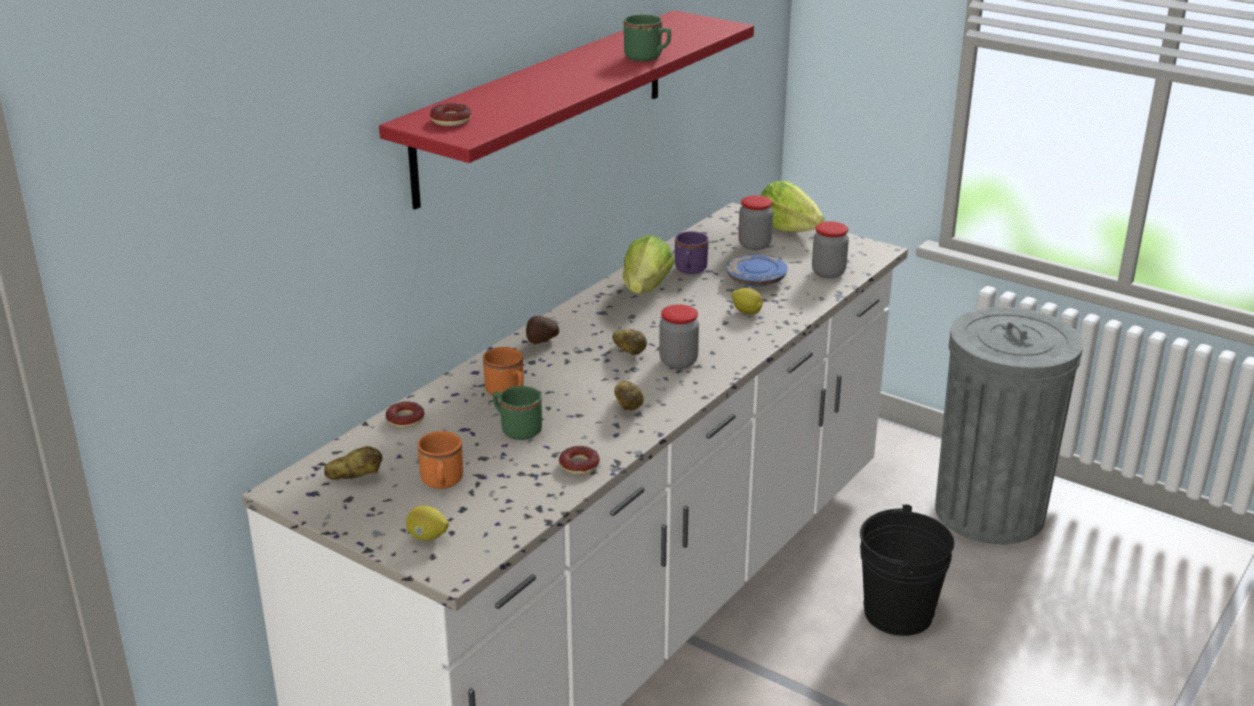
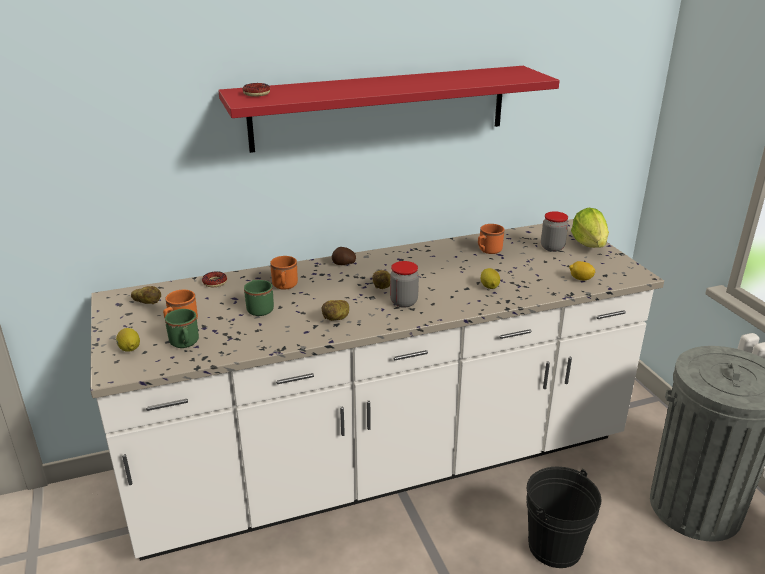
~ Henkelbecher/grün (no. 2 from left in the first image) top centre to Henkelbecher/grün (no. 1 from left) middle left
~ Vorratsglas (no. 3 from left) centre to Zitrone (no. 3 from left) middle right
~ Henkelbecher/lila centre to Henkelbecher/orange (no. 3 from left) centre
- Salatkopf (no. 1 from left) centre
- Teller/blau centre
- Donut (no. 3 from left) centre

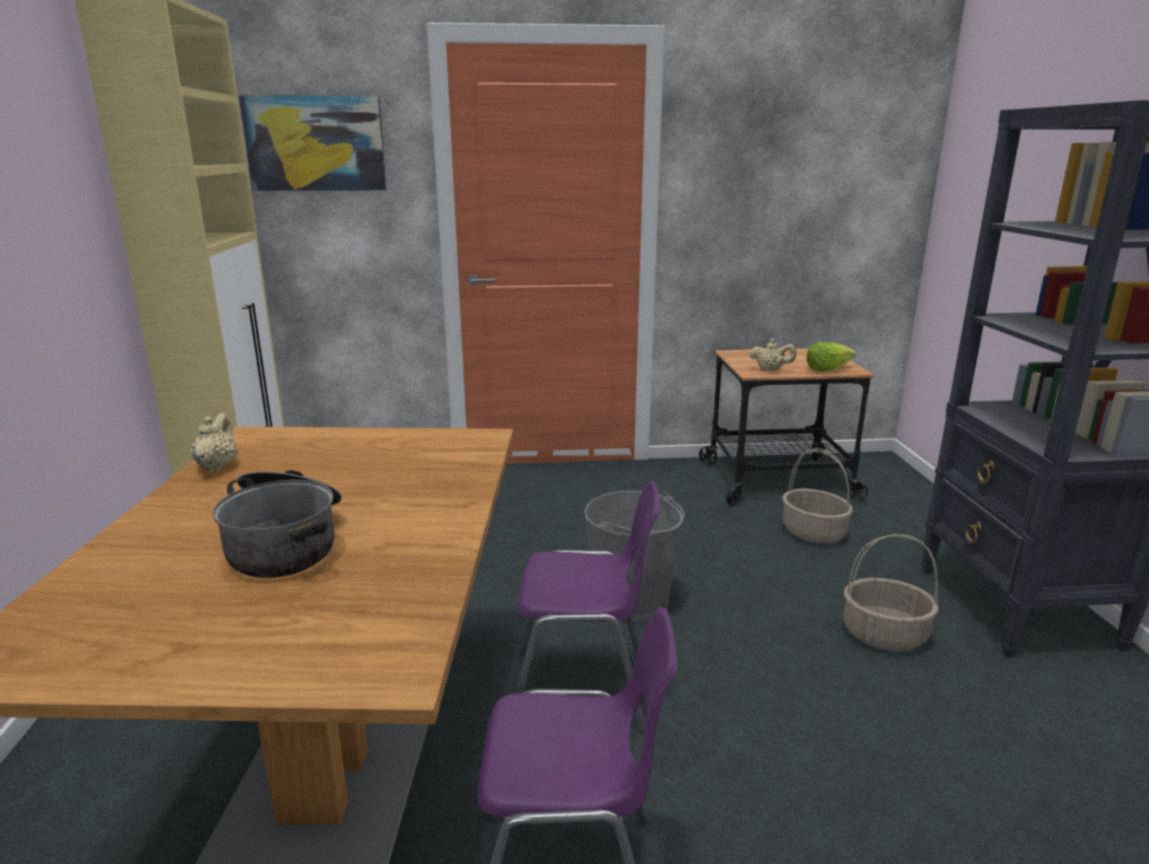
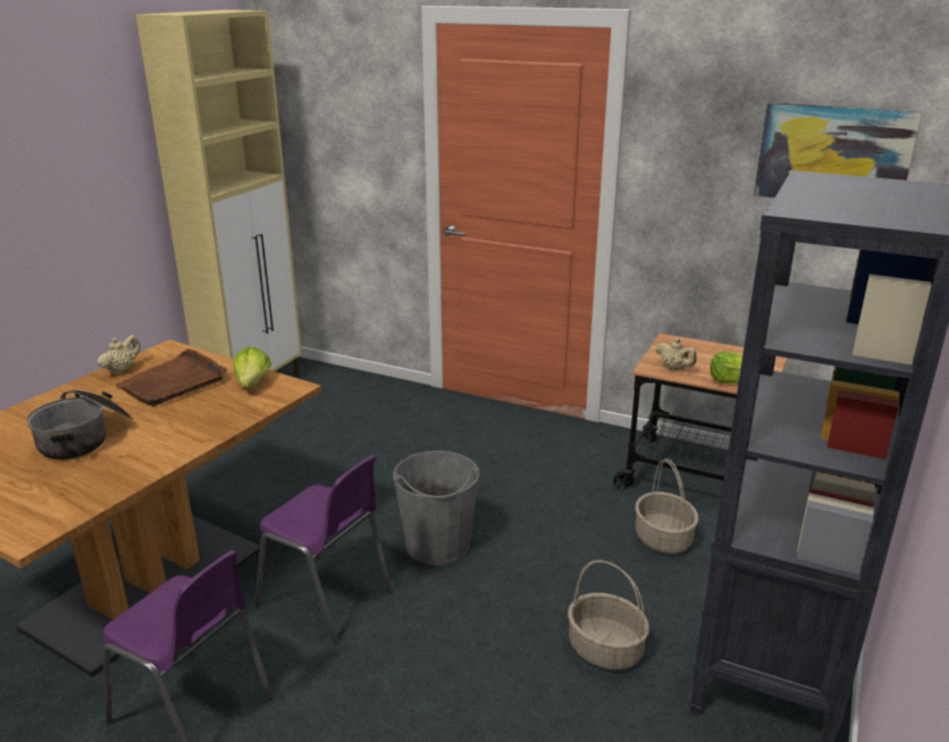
~ Bild top left to top right
+ Salatkopf (no. 1 from left) middle left
+ Tablett/braun middle left

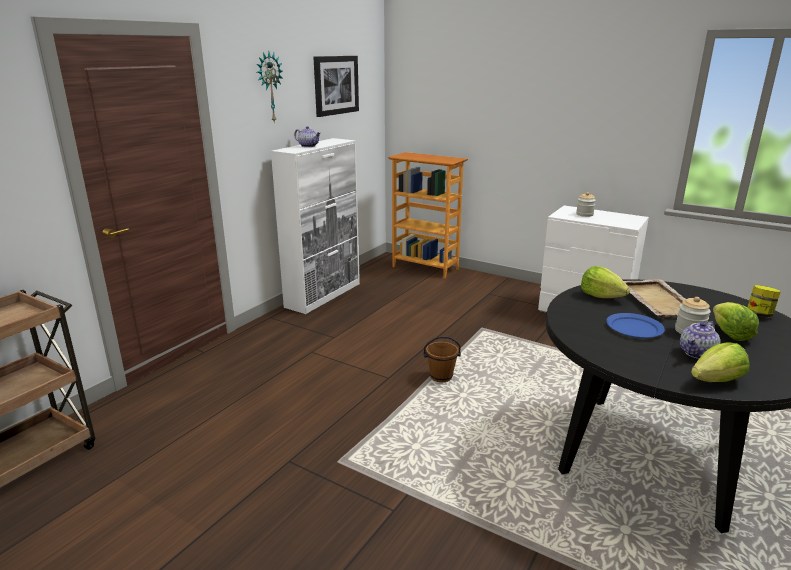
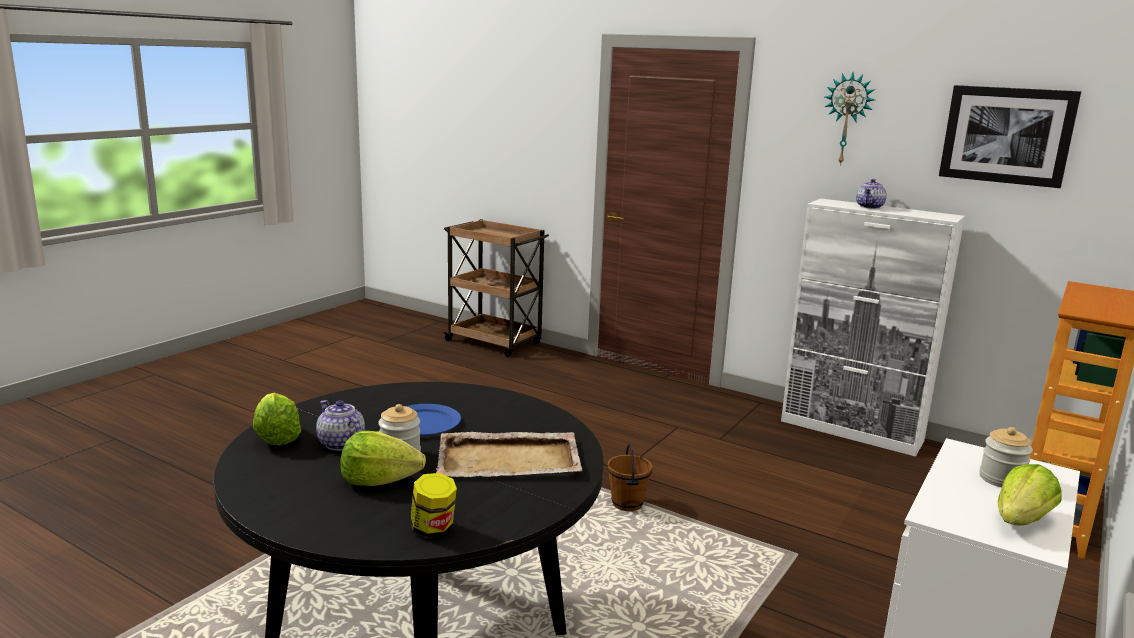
~ Salatkopf (no. 1 from left in the first image) middle right to Salatkopf (no. 3 from left) bottom right

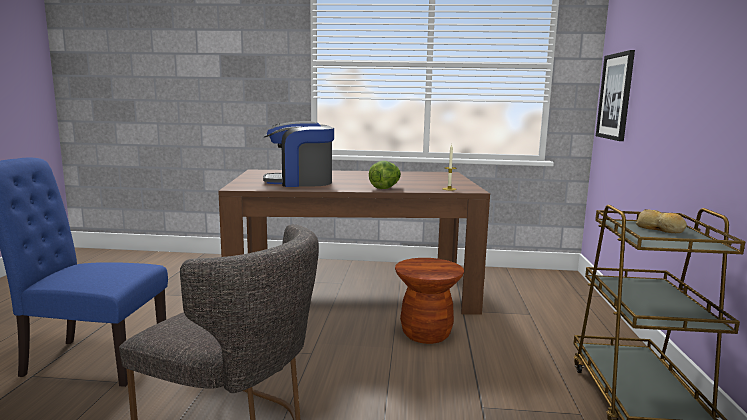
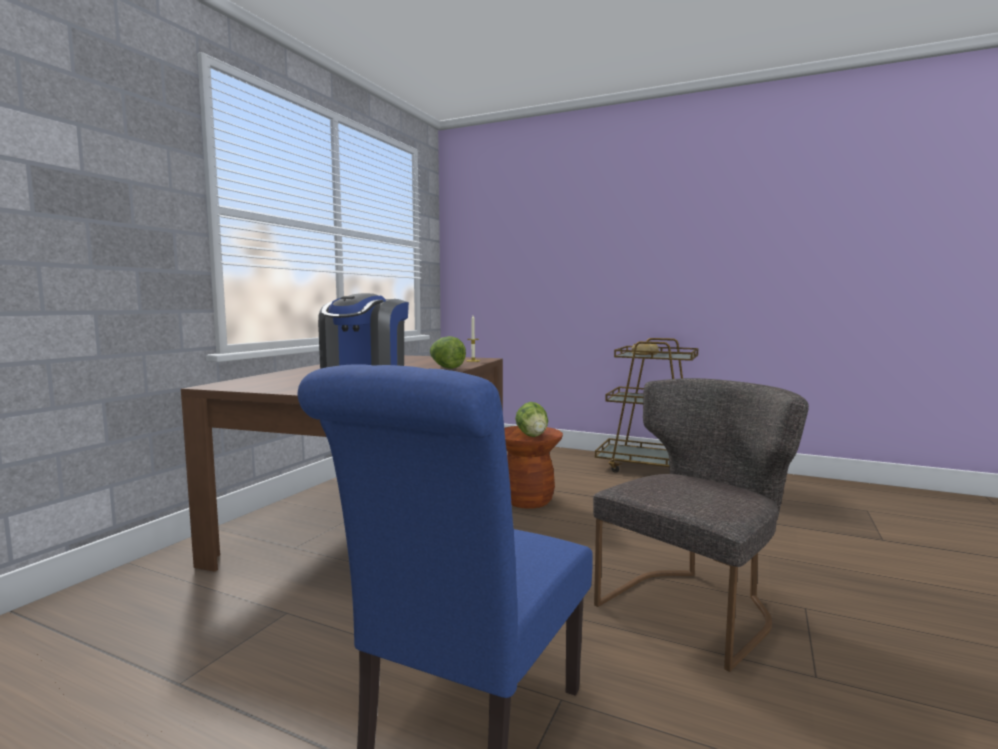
- Bild top right
+ Salatkopf (no. 2 from left) centre

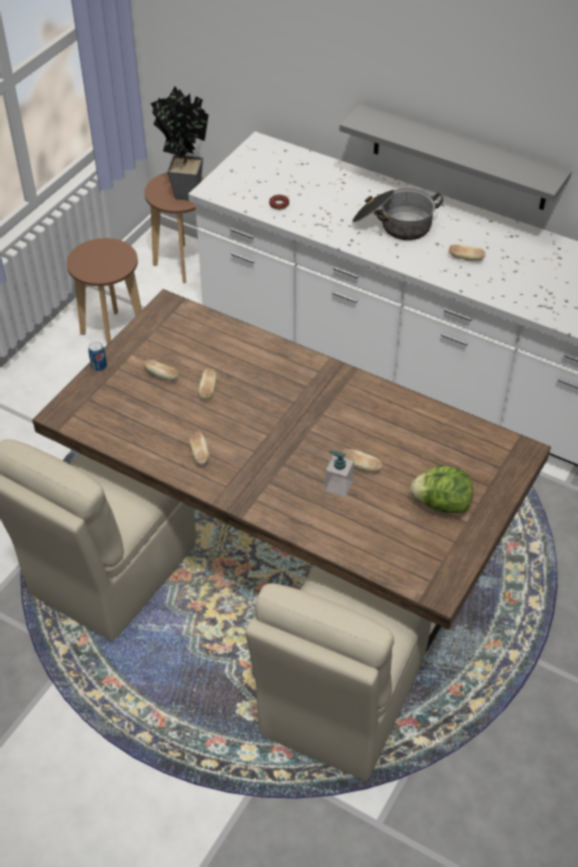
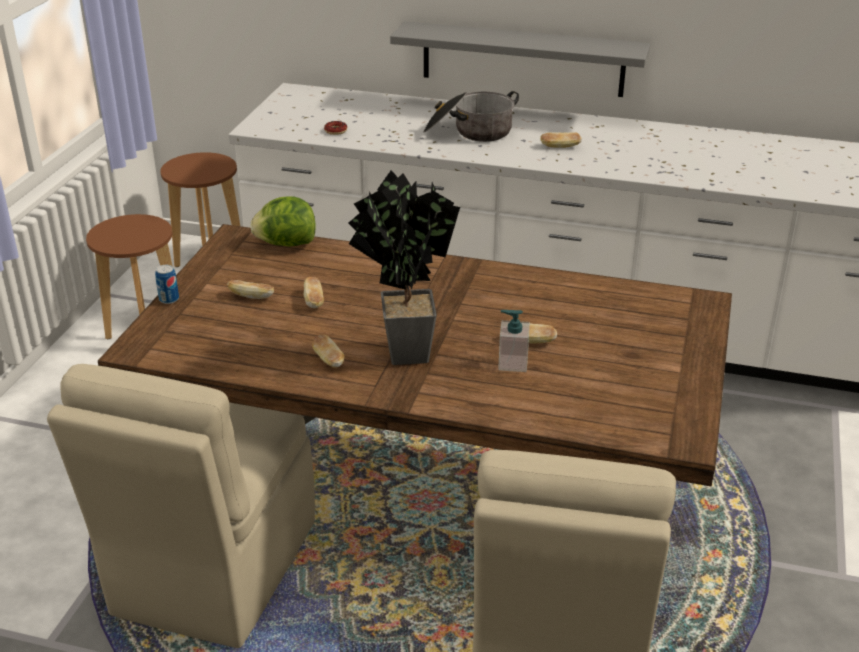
~ Topfpflanze top left to centre
~ Salatkopf middle right to middle left

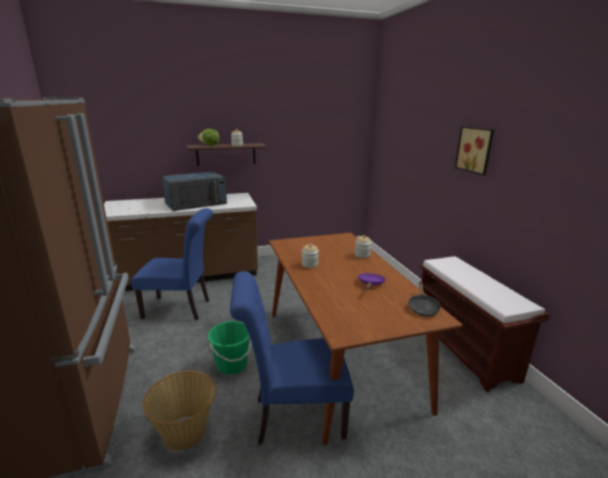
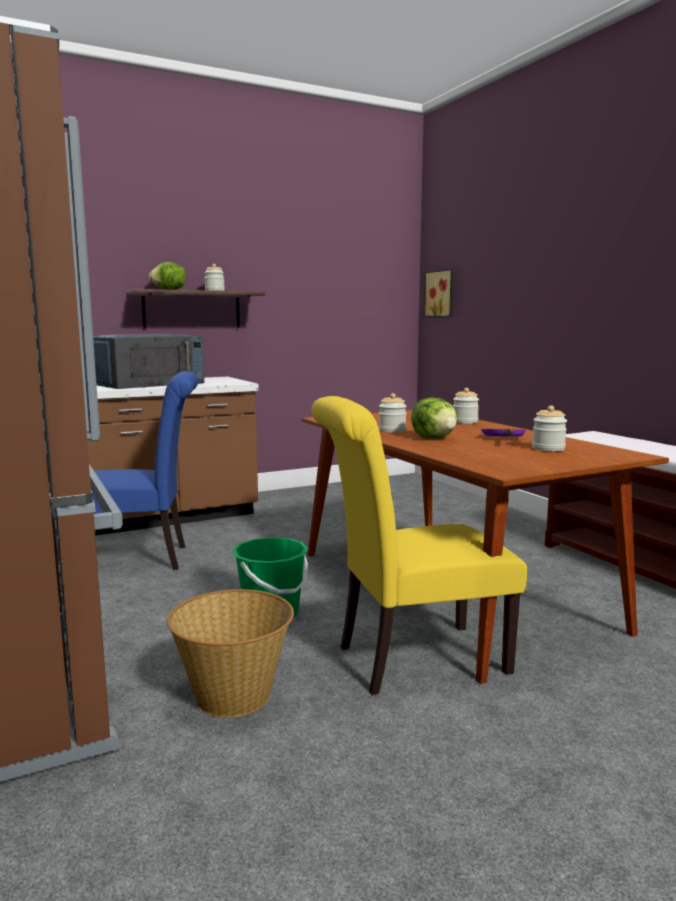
~ Bild top right to top centre
~ Stuhl/blau (no. 2 from left) bottom centre to Stuhl/gelb centre
- Pfanne/schwarz middle right
+ Salatkopf (no. 2 from left) centre
+ Vorratsglas (no. 4 from left) middle right

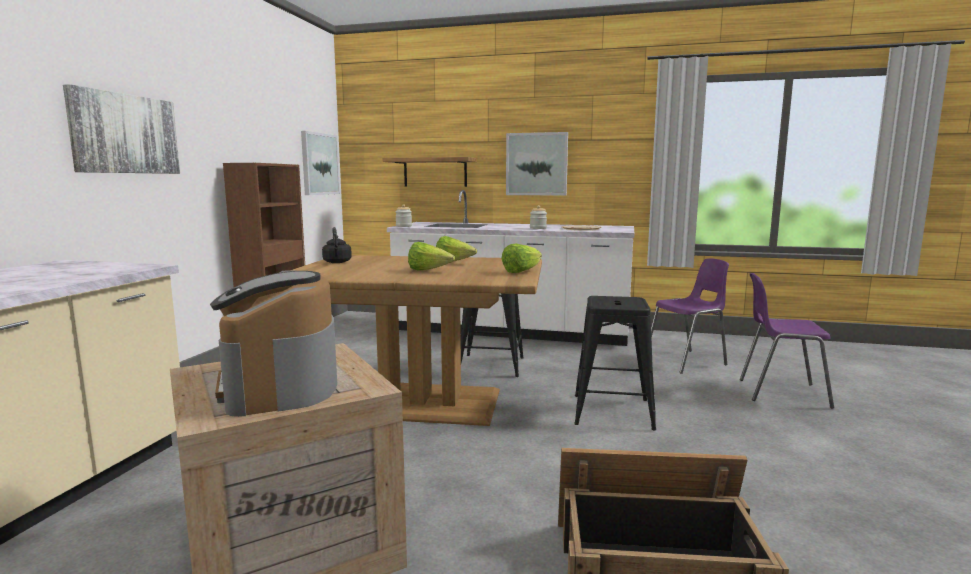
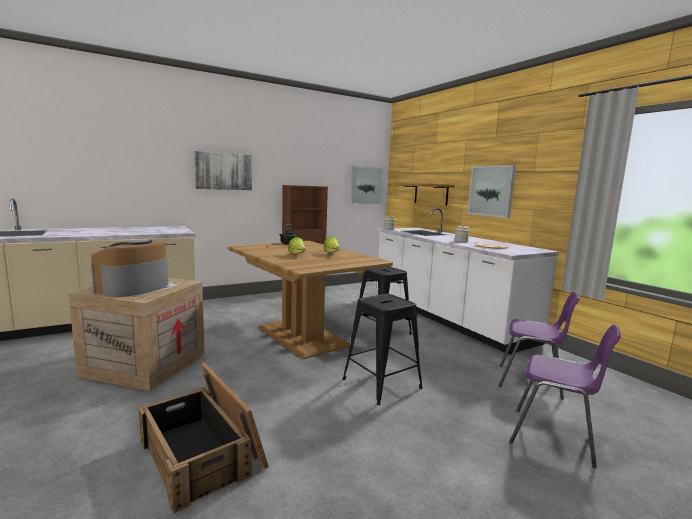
- Salatkopf (no. 3 from left) centre
~ Stuhl/lila (no. 2 from left) middle right = bottom right 150 degrees clockwise

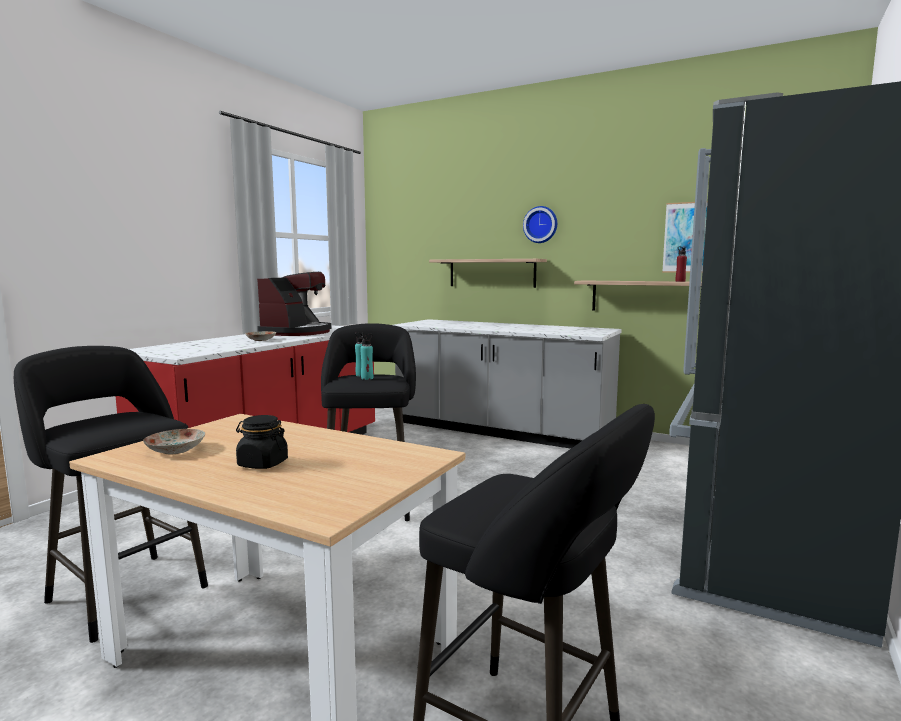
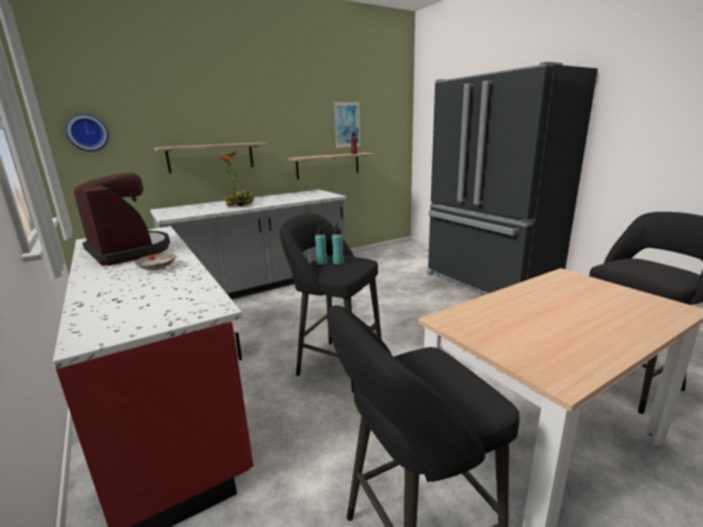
~ Wanduhr top centre to top left
- Vorratsglas/schwarz middle left
- Teller (no. 1 from left) middle left
+ Topfpflanze centre

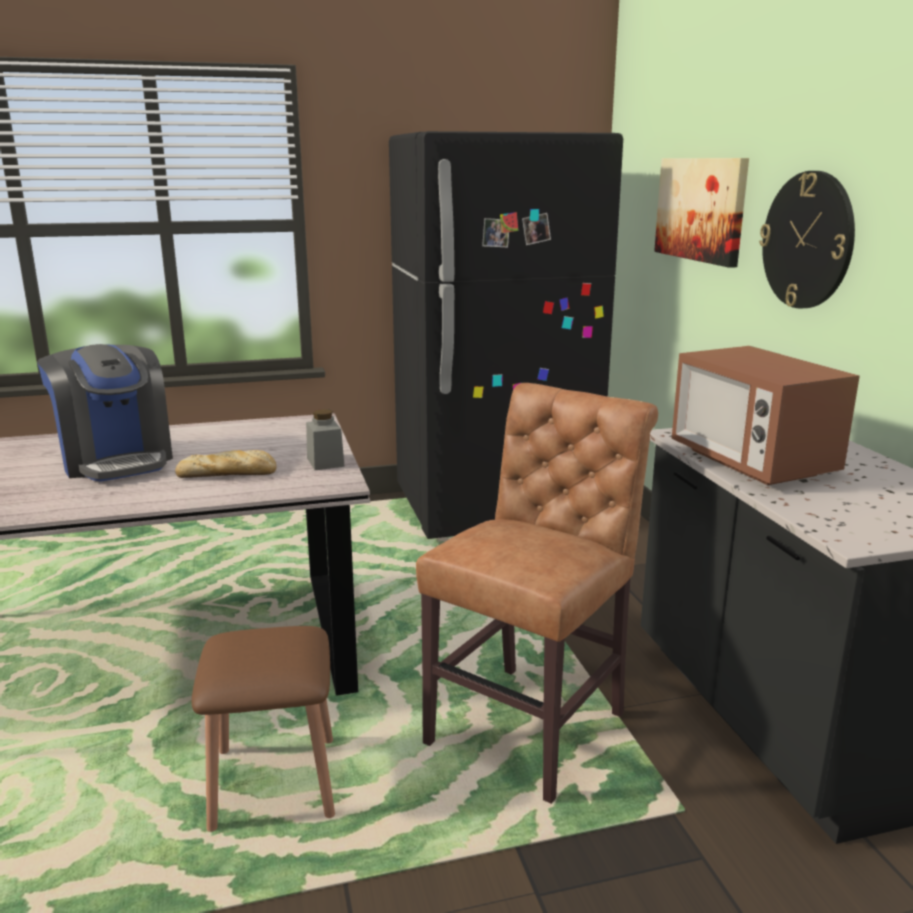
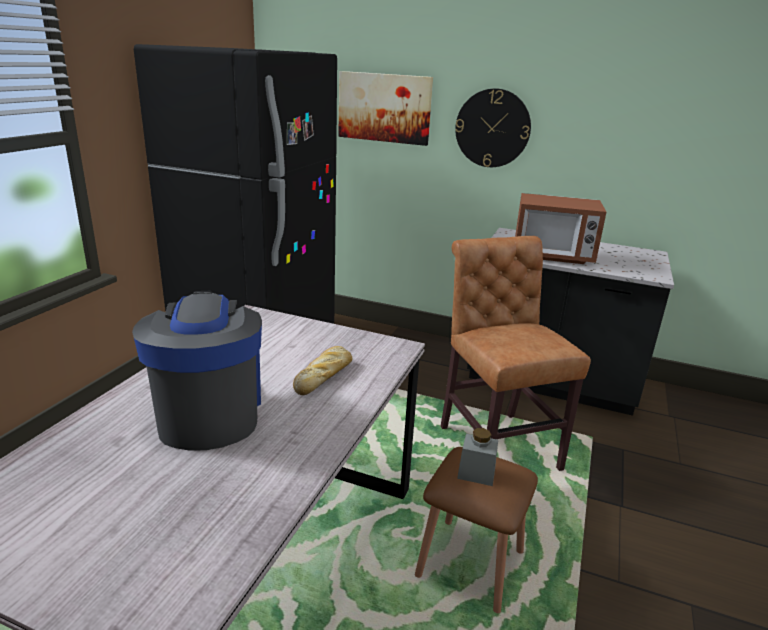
~ Kaffeemaschine middle left = middle left 105 degrees counterclockwise
~ Vorratsglas/grau centre to bottom centre

